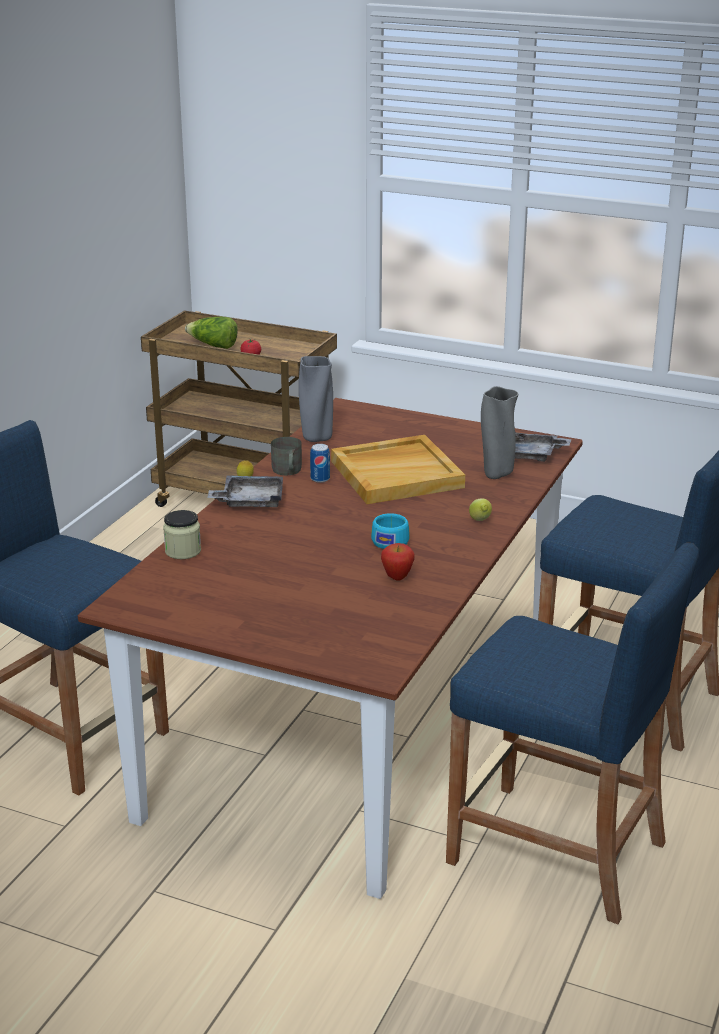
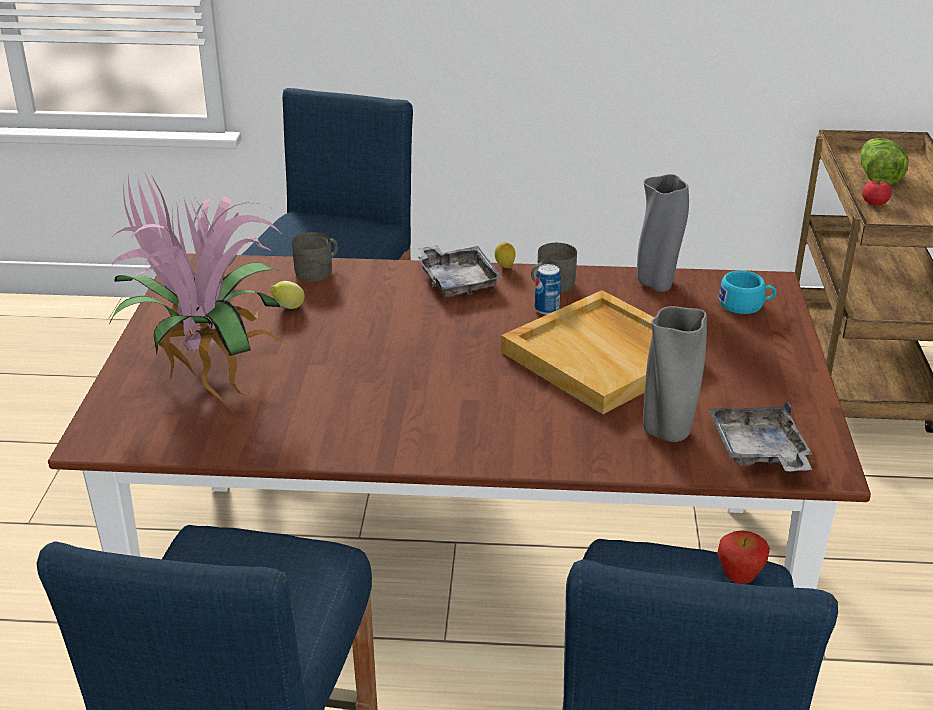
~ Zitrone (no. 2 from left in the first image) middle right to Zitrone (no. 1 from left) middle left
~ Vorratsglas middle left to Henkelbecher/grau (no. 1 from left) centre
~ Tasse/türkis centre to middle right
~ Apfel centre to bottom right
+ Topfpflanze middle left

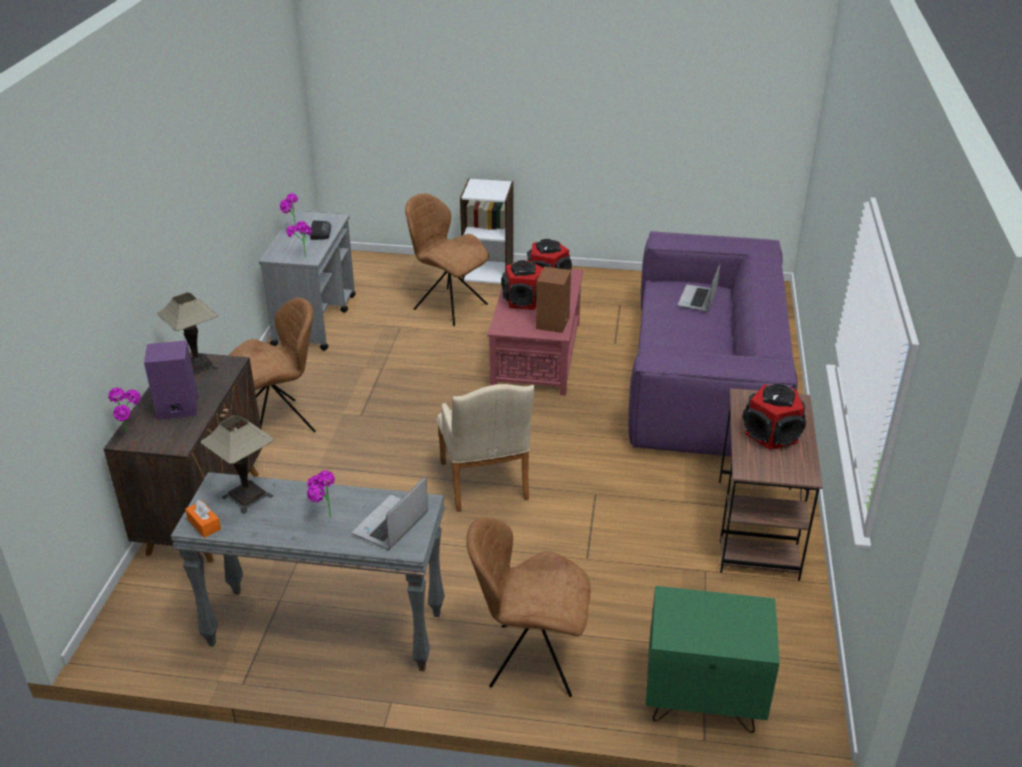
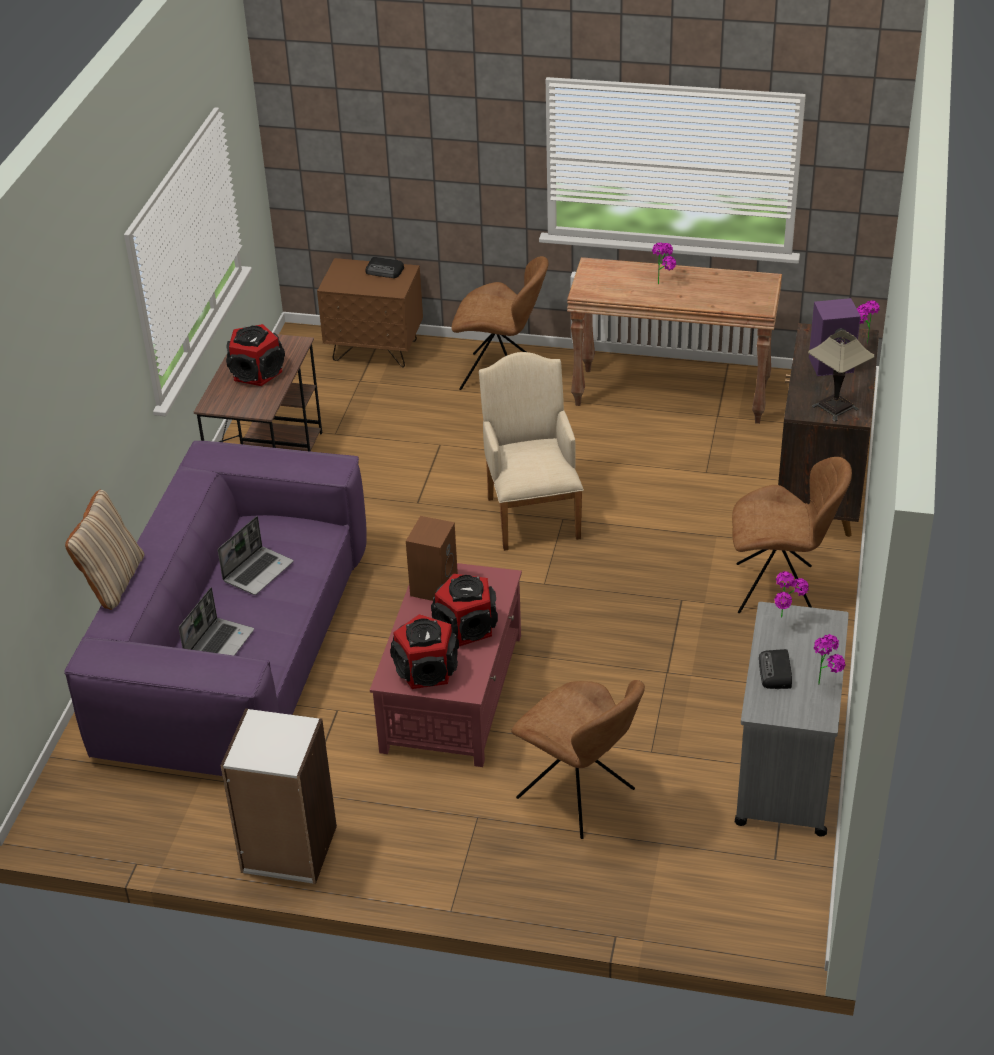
~ Bücherregal/weiß top centre to bottom left
~ Stuhl/braun (no. 1 from left in the first image) middle left = middle right 150 degrees counterclockwise
- Tischlampe (no. 2 from left) middle left
~ Konsolentisch/grau bottom left to Konsolentisch/braun top right
~ Laptop (no. 1 from left in the first image) bottom centre to Laptop (no. 2 from left) middle left
- Taschentuchbox/orange bottom left
~ Nachttisch/grün bottom right to Nachttisch/braun top centre
+ Radio (no. 1 from left) top centre
+ Kissen/beige middle left

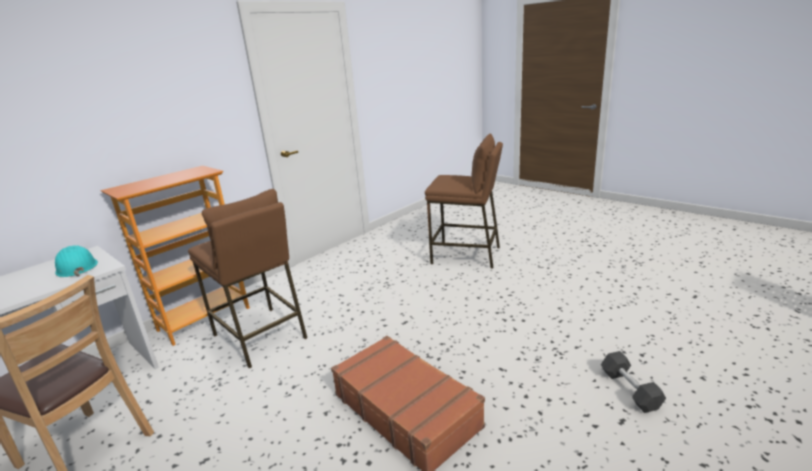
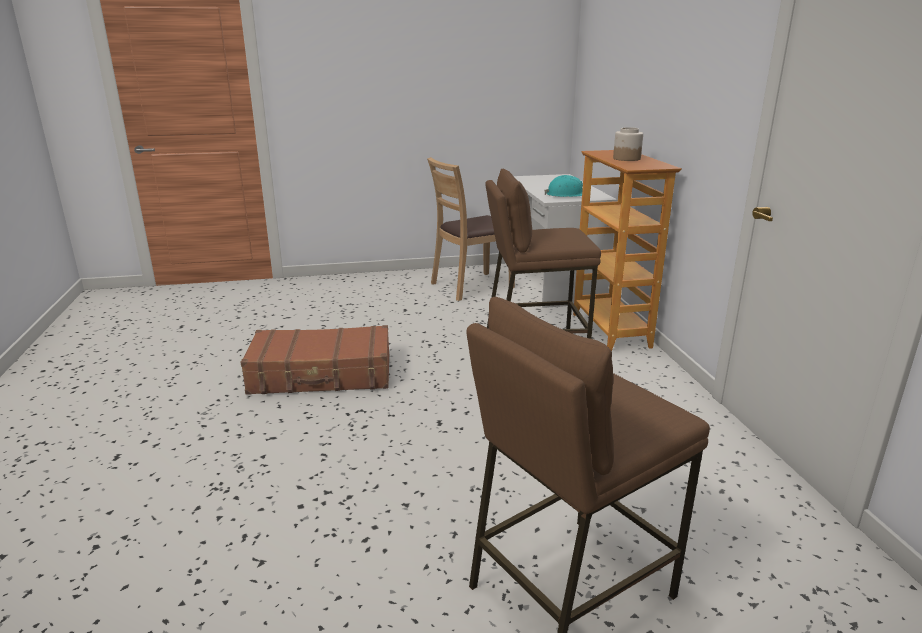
- Hantel/schwarz bottom right
+ Vorratsglas top right

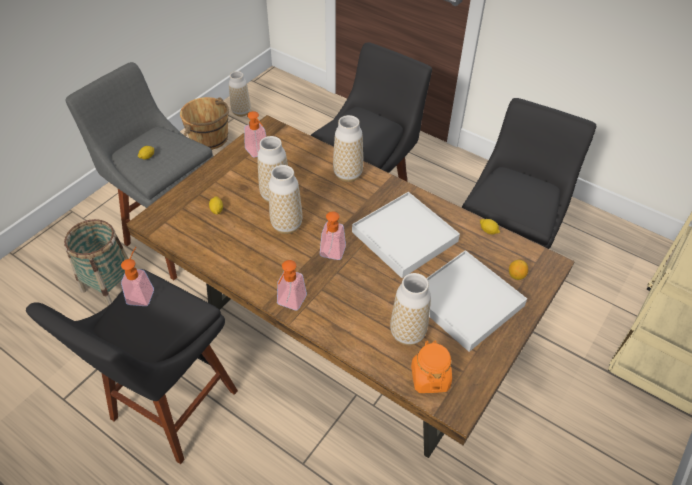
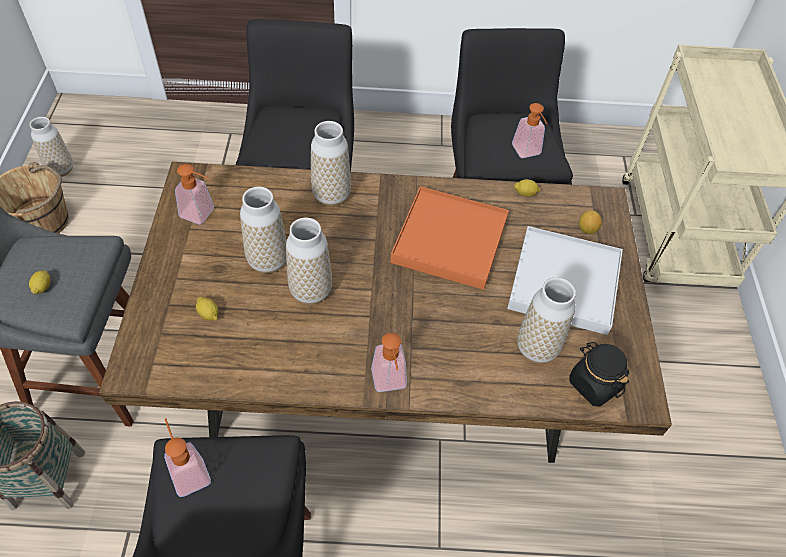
~ Tablett/weiß (no. 1 from left) centre to Tablett/orange centre
~ Seifenspender (no. 4 from left) centre to top right
~ Vorratsglas/orange bottom centre to Vorratsglas/schwarz bottom right

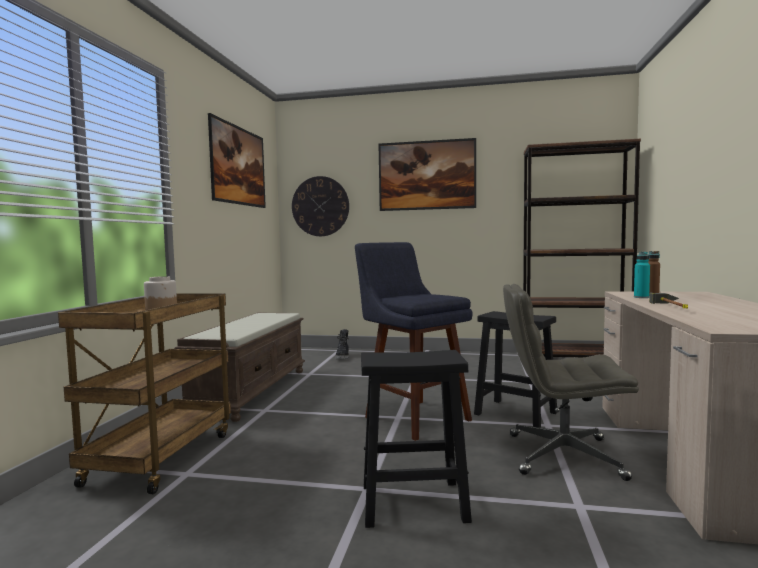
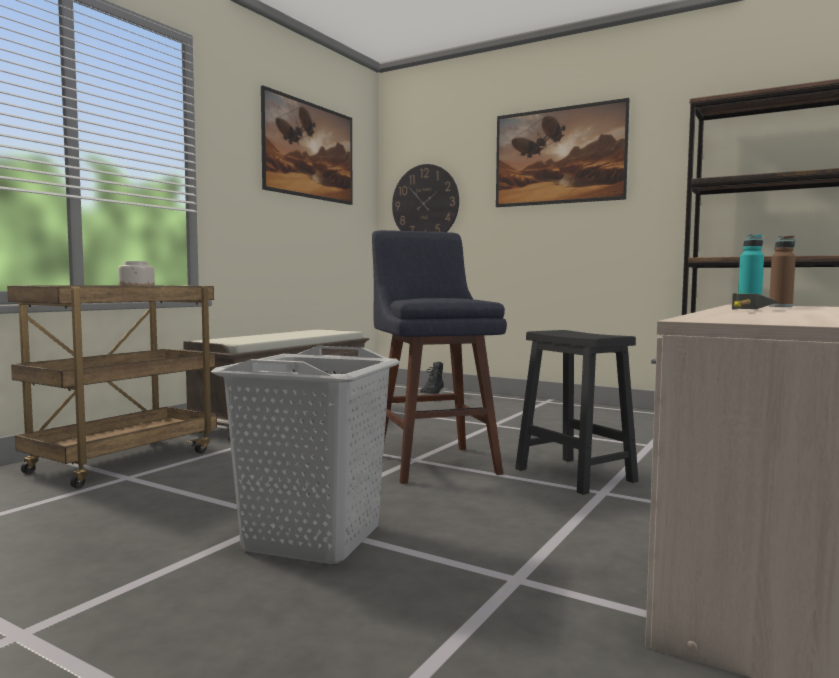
- Bürostuhl/grau bottom right
~ Hocker/schwarz (no. 1 from left) bottom centre to Wäschekorb/grau bottom centre

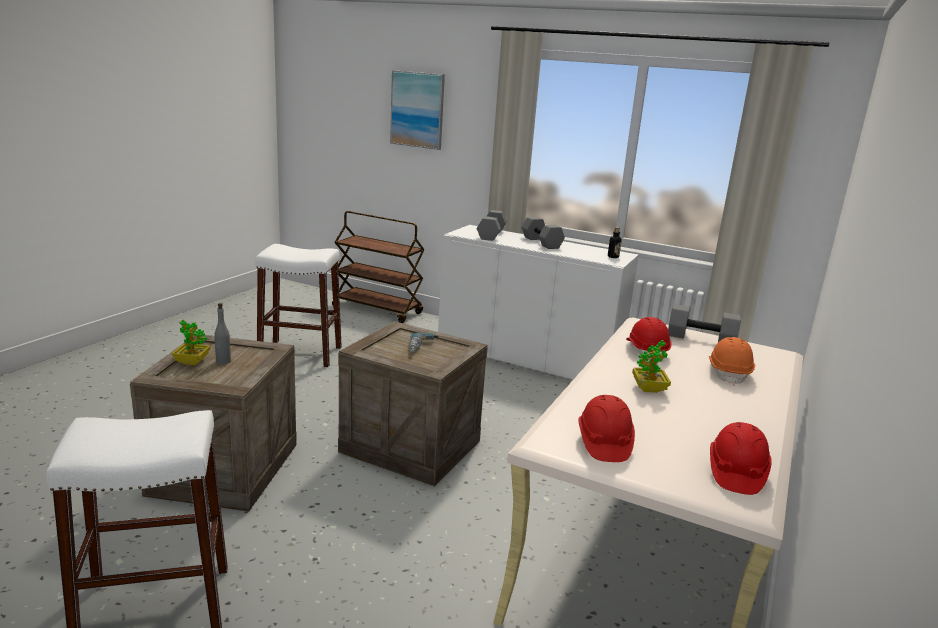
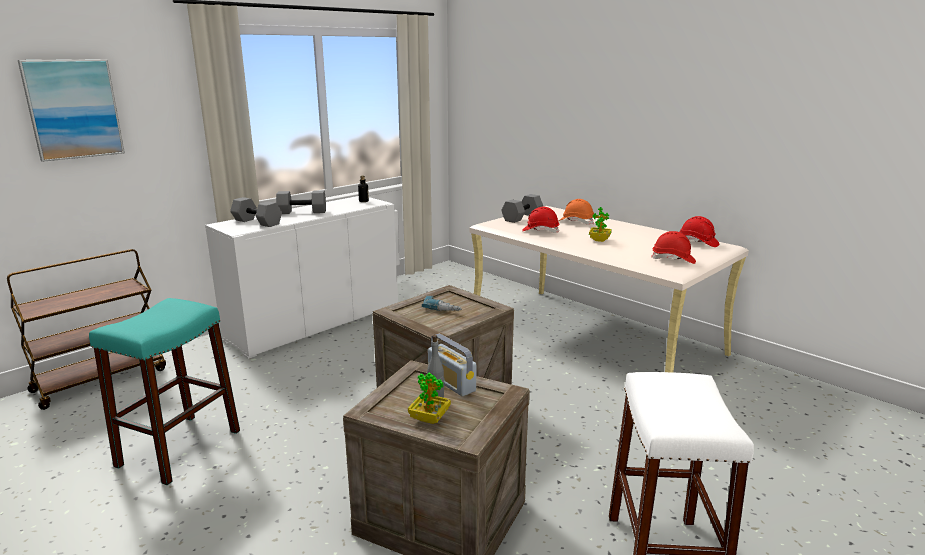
~ Hocker/weiß (no. 2 from left) middle left to Hocker/türkis bottom left
+ Radio centre

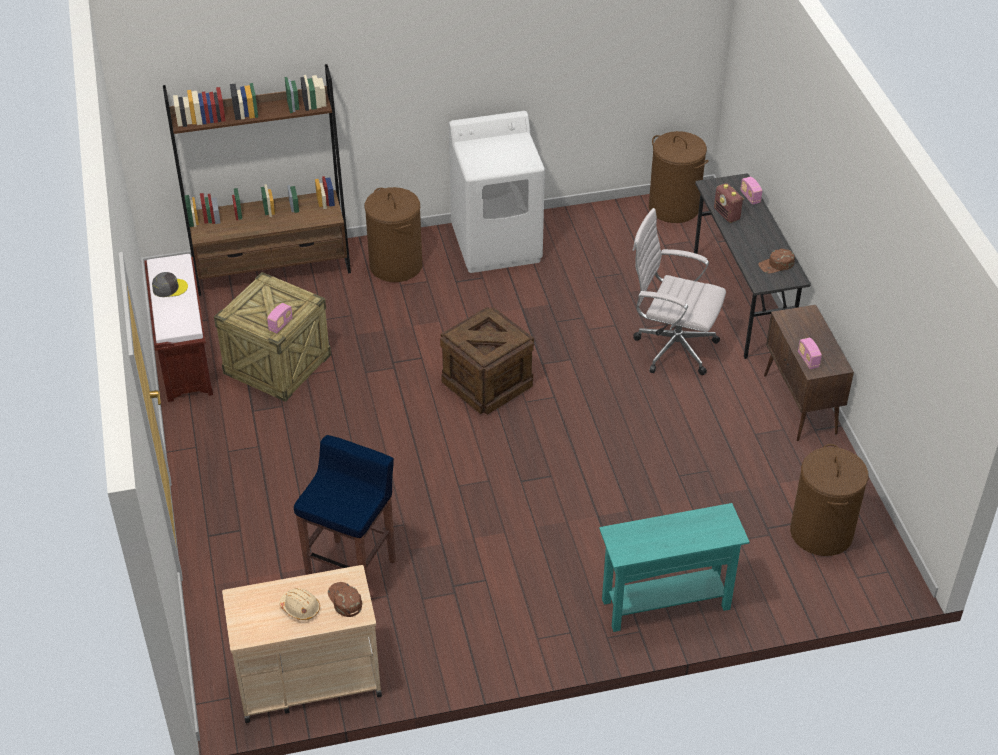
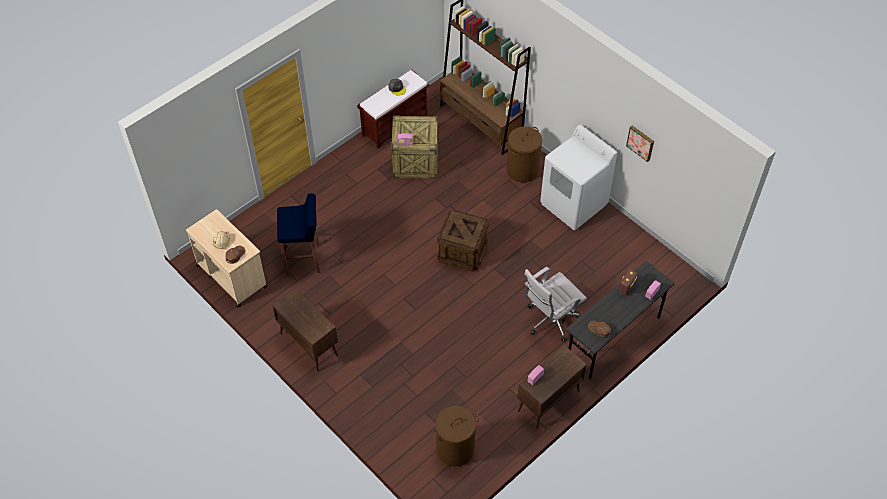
- Wäschekorb/braun (no. 2 from left) top right
~ Bürostuhl/weiß middle right = centre 120 degrees counterclockwise
- Konsolentisch/türkis bottom right
+ Bild top right
+ Schrank/braun (no. 1 from left) centre

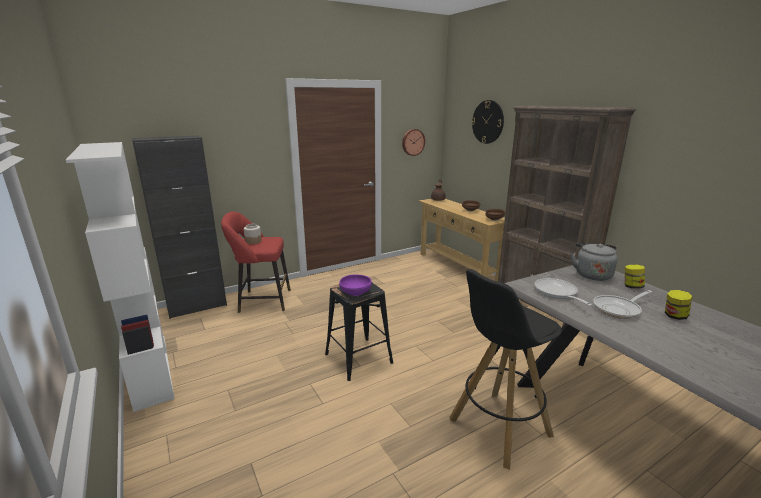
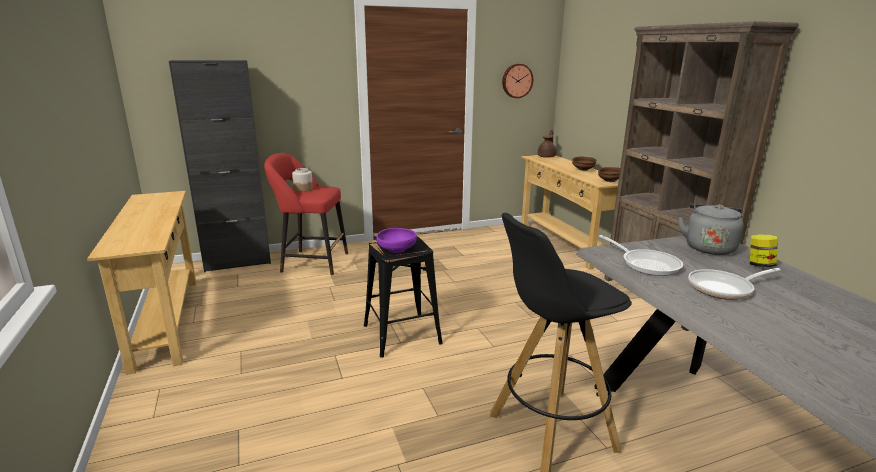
- Wanduhr (no. 2 from left) top centre
~ Bücherregal/weiß middle left to Konsolentisch/beige (no. 1 from left) middle left
~ Pfanne (no. 1 from left) middle right = middle right 150 degrees clockwise
- Vorratsglas (no. 3 from left) middle right

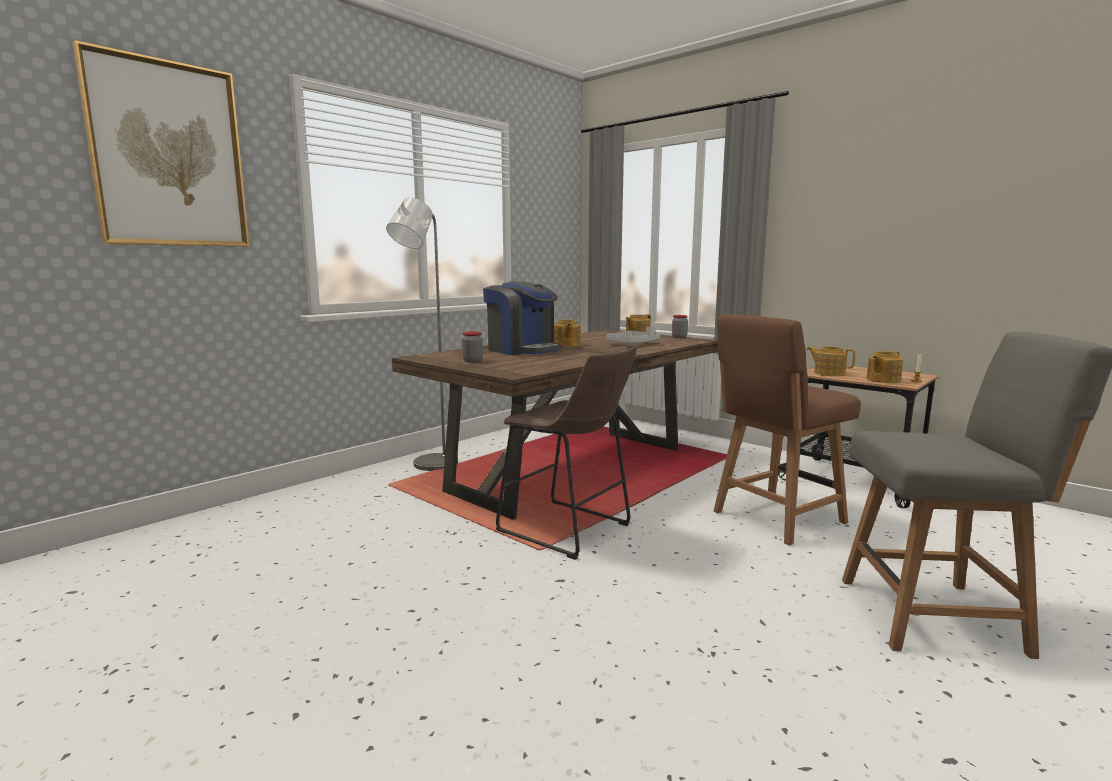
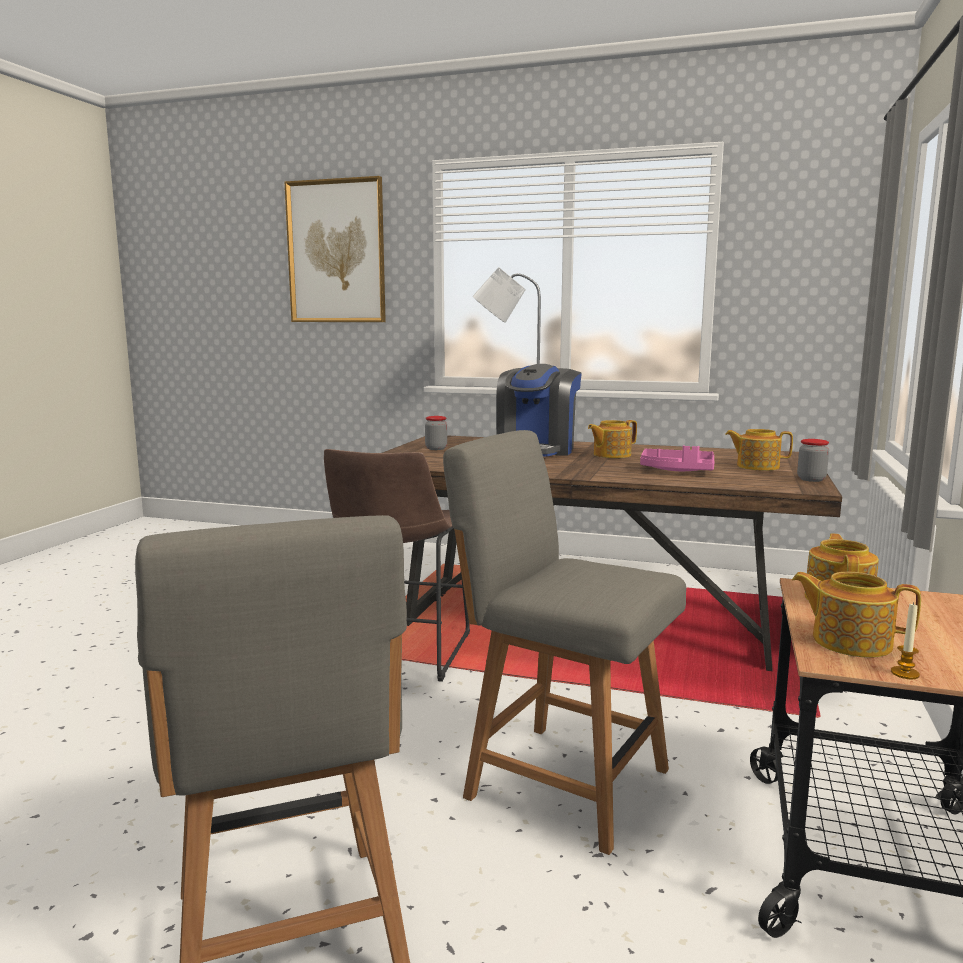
~ Stuhl/braun middle right to Stuhl/grau (no. 2 from left) bottom centre
~ Tablett/grau centre to Tablett/rosa middle right

